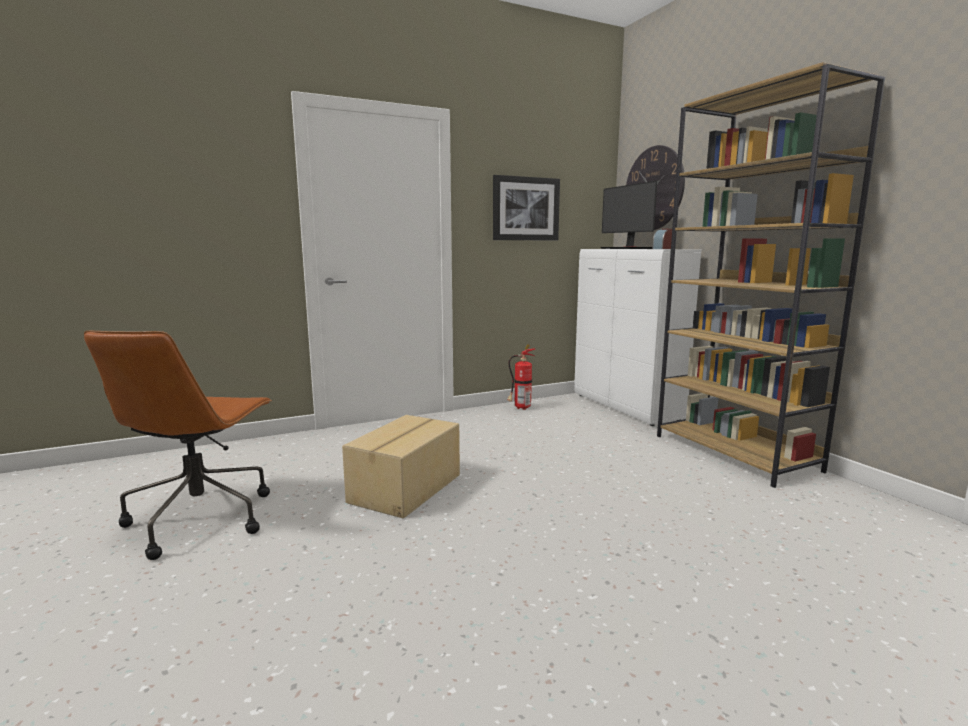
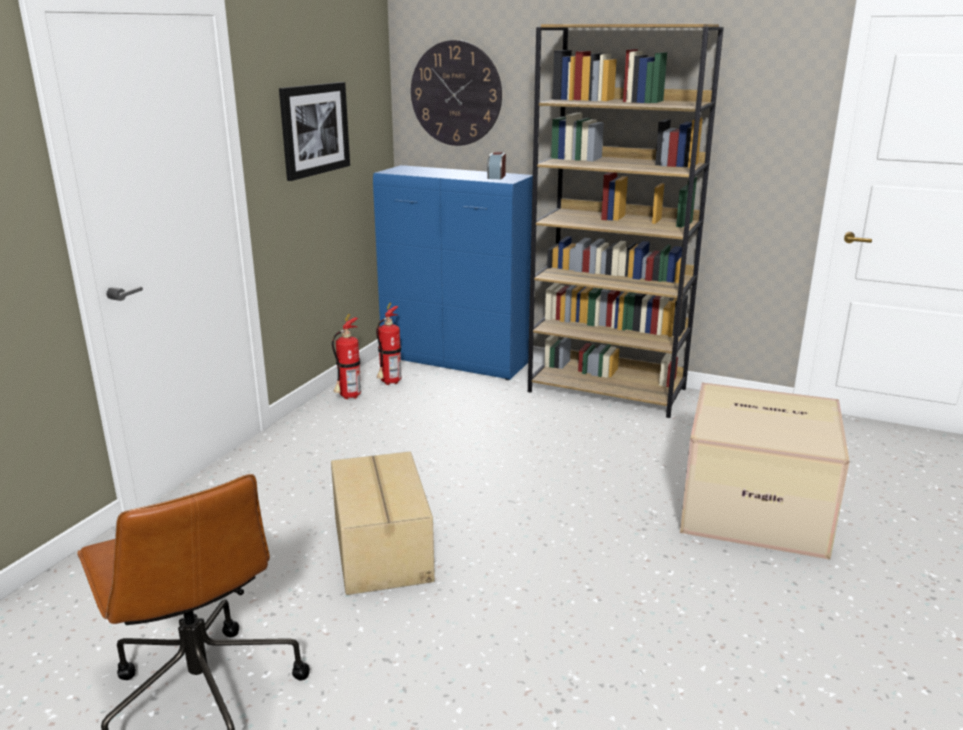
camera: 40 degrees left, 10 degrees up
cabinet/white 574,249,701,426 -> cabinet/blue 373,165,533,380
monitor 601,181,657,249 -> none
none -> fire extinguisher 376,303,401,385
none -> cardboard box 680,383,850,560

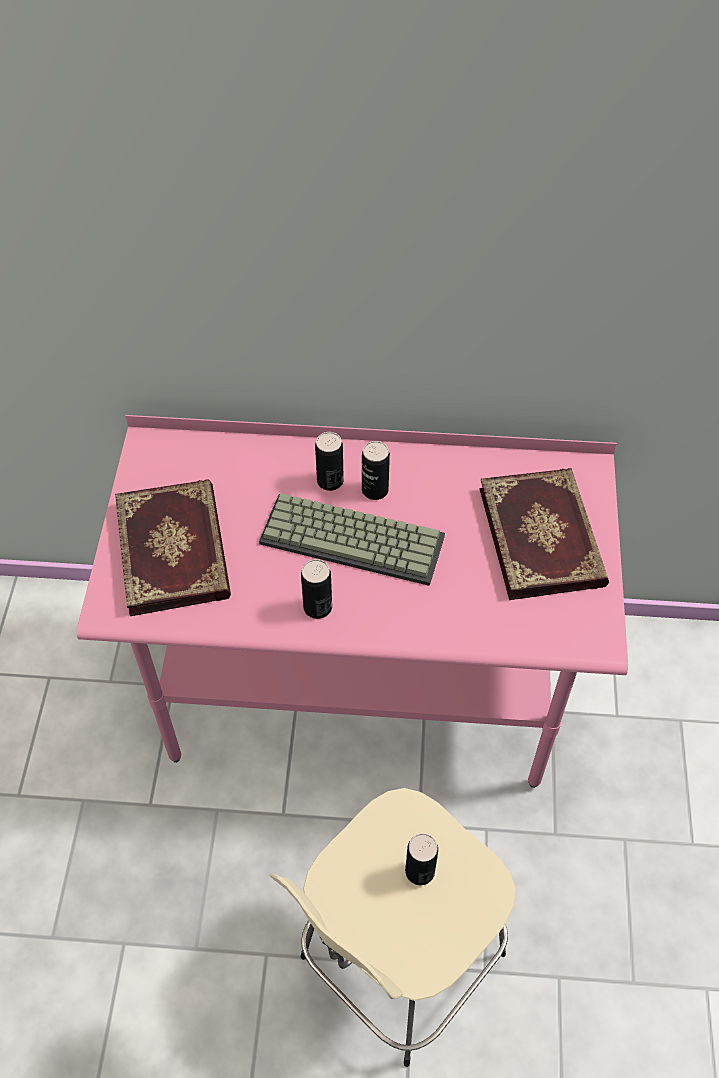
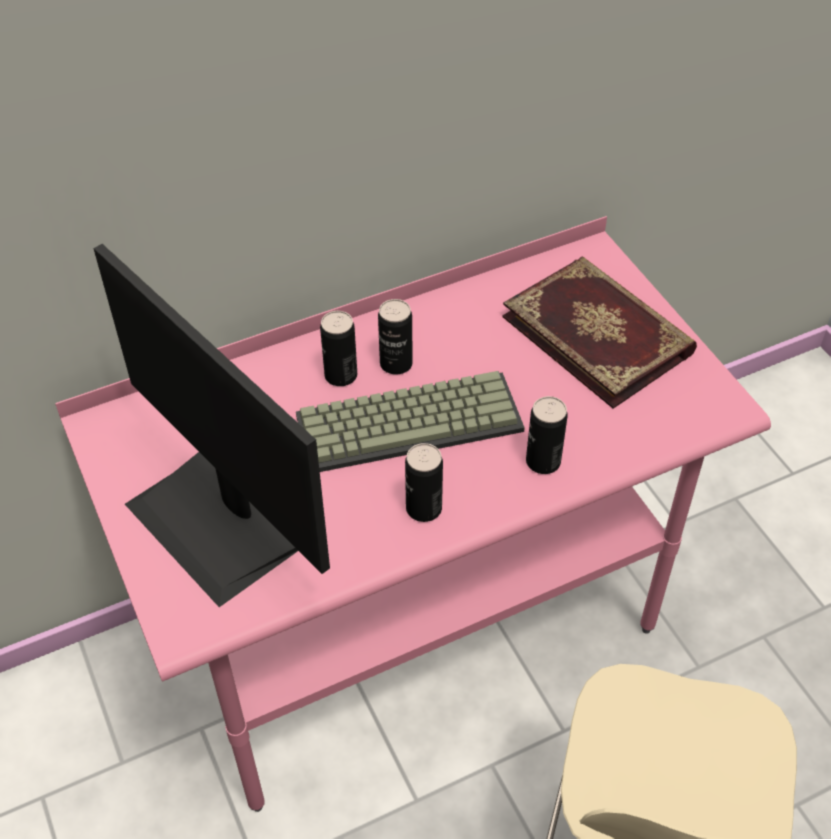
camera: 30 degrees left, 5 degrees down
book 115,479,231,616 -> monitor 93,244,330,607
can 405,833,438,885 -> can 526,396,568,474, shifted

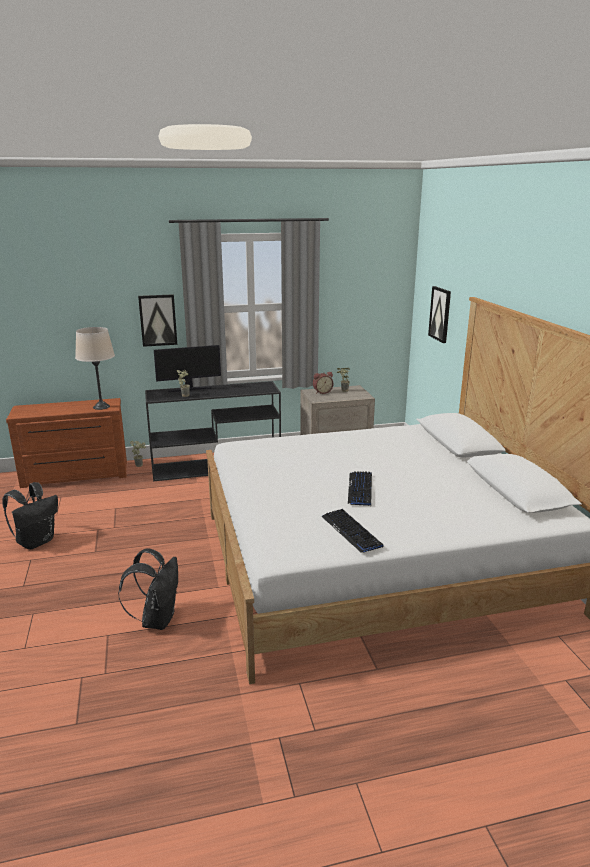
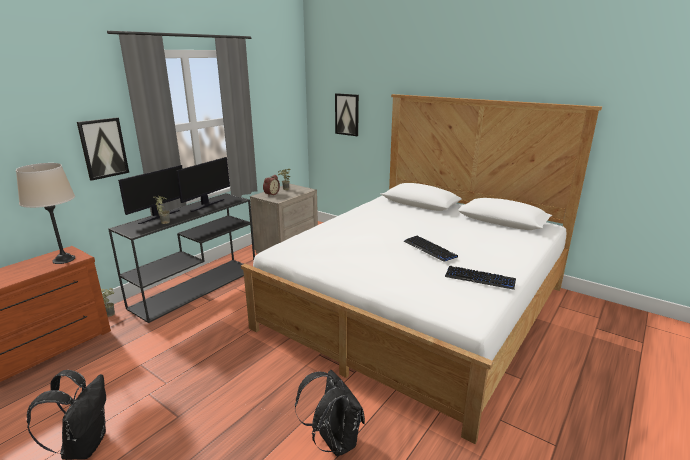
camera: 40 degrees left, 0 degrees up
none -> monitor 176,157,230,212

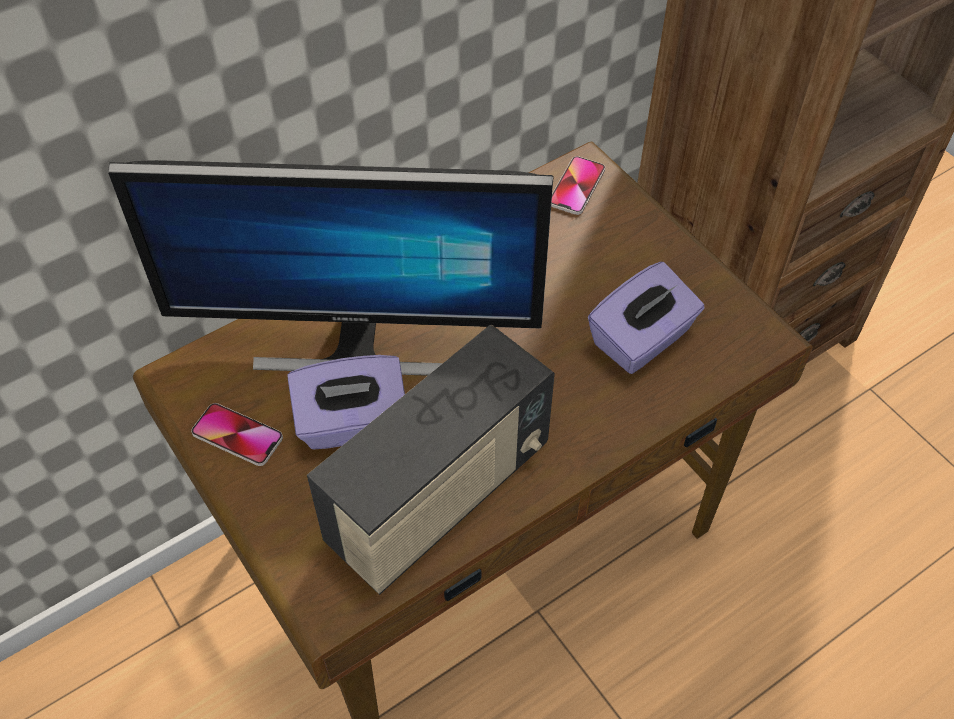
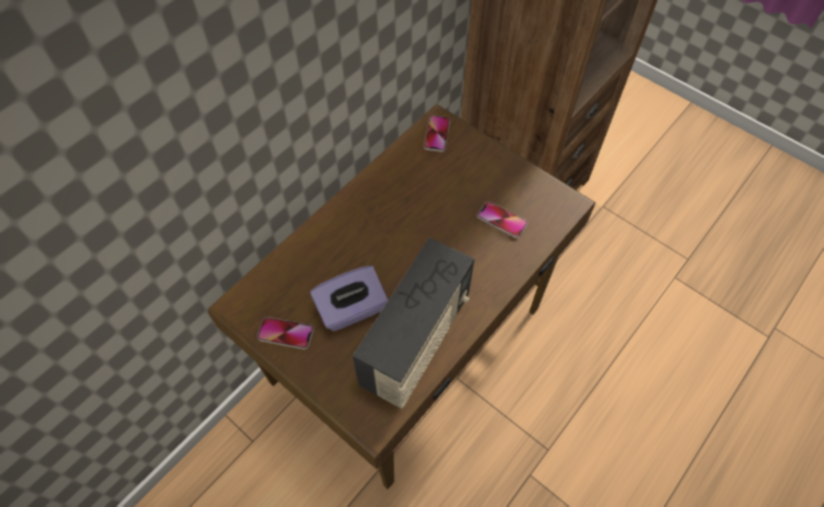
camera: 15 degrees left, 5 degrees up
monitor 108,160,553,376 -> none
tissue box/purple 588,262,705,374 -> phone 477,201,528,238

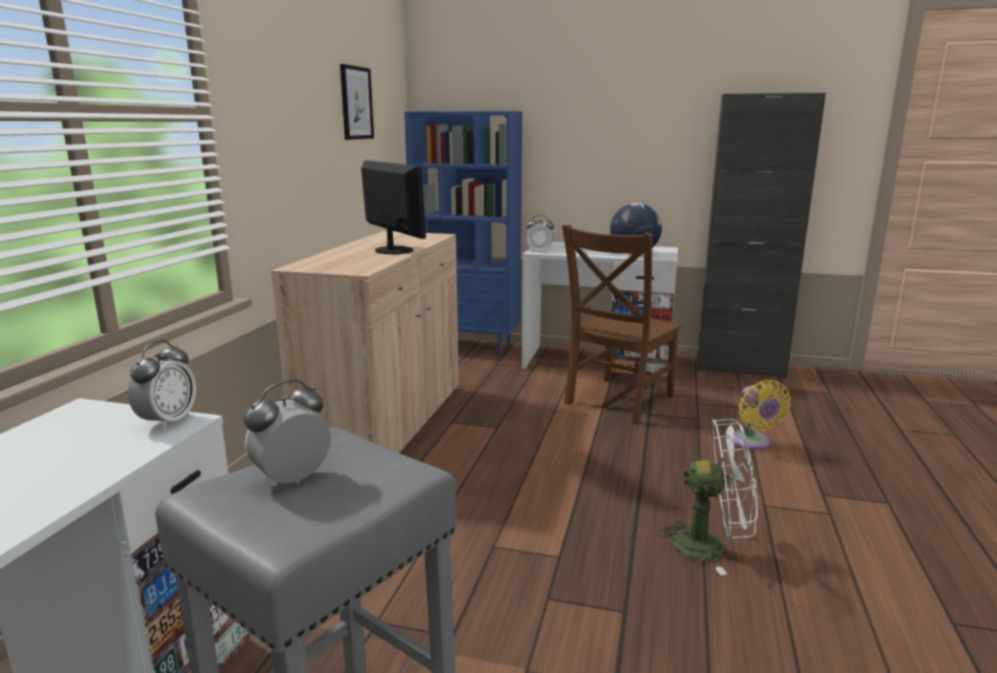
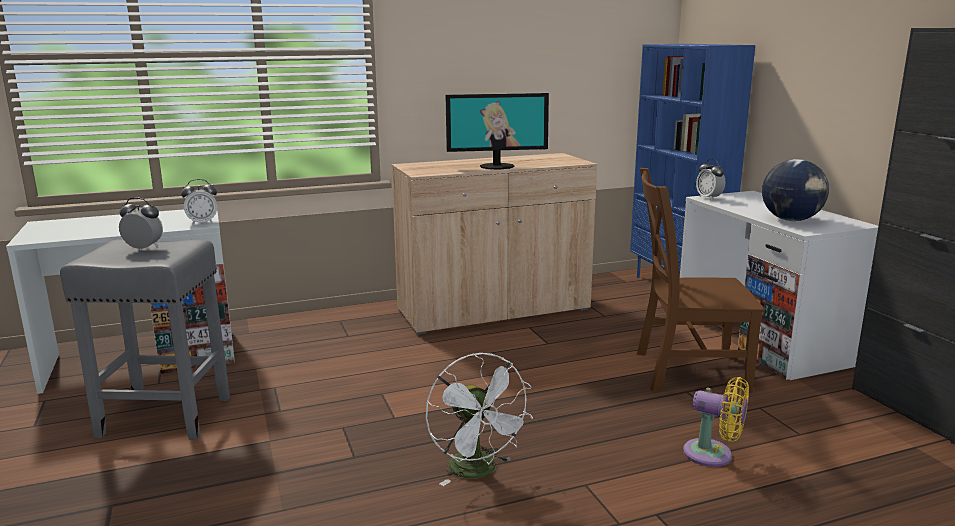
camera: 55 degrees right, 0 degrees up
picture 340,64,374,140 -> none
monitor 361,160,426,254 -> monitor 445,93,549,169, 60 degrees clockwise
fan/yellow 734,380,791,450 -> fan/yellow 683,377,749,467, 105 degrees counterclockwise

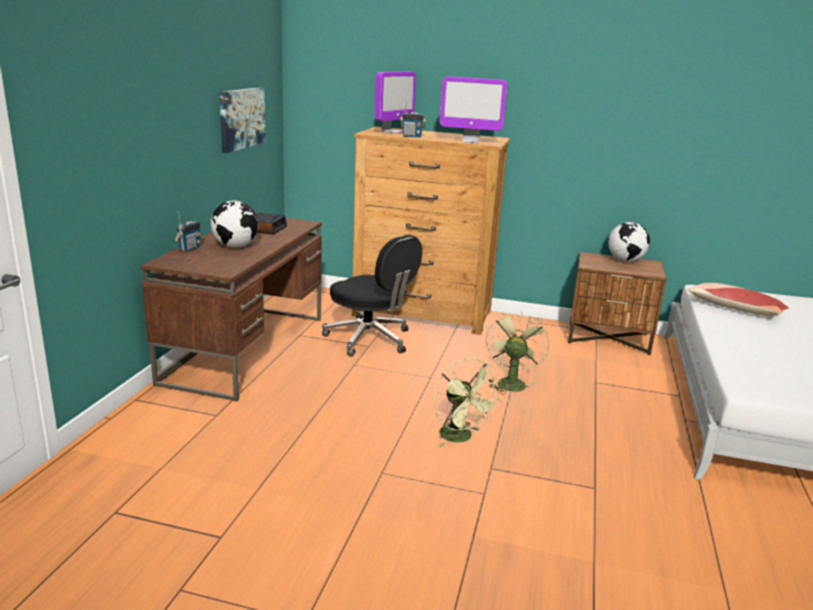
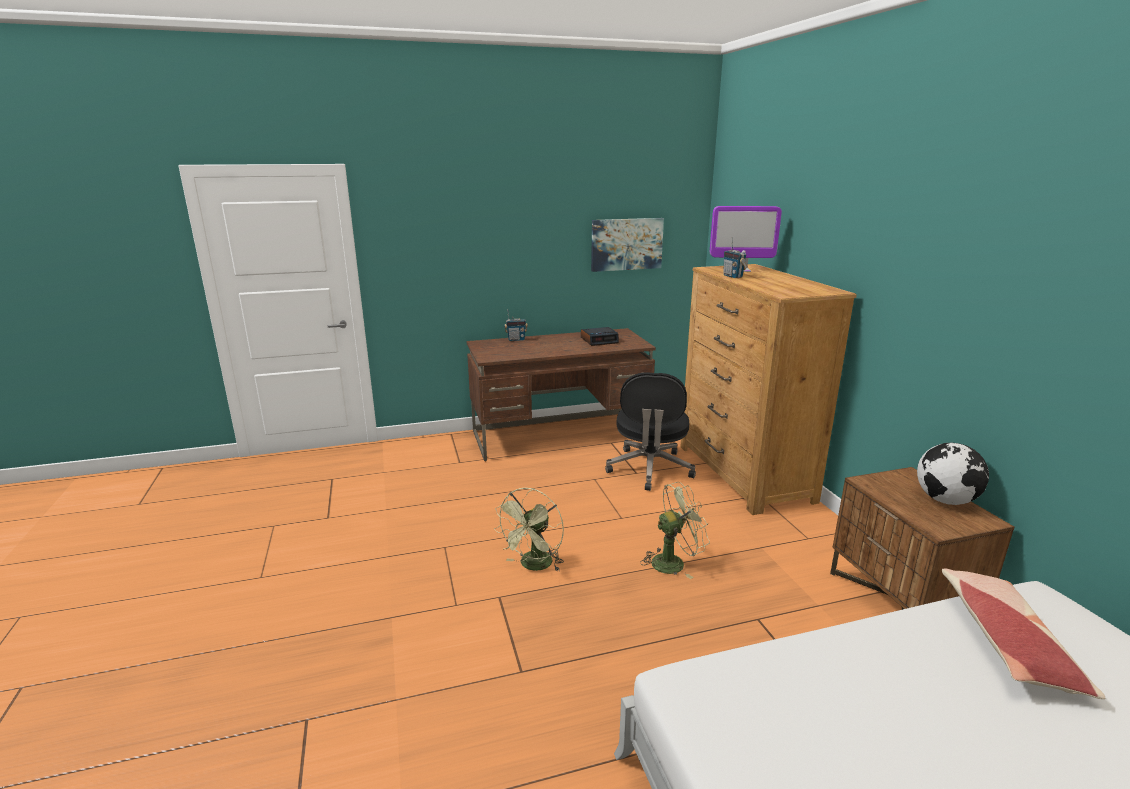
camera: 60 degrees right, 0 degrees up
globe 211,200,259,248 -> none
monitor 440,76,508,143 -> none

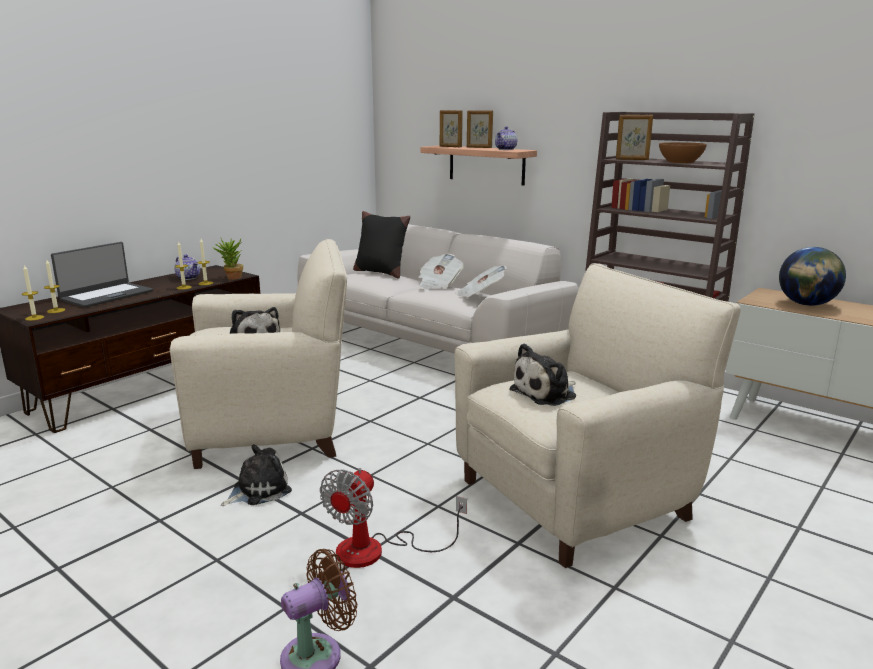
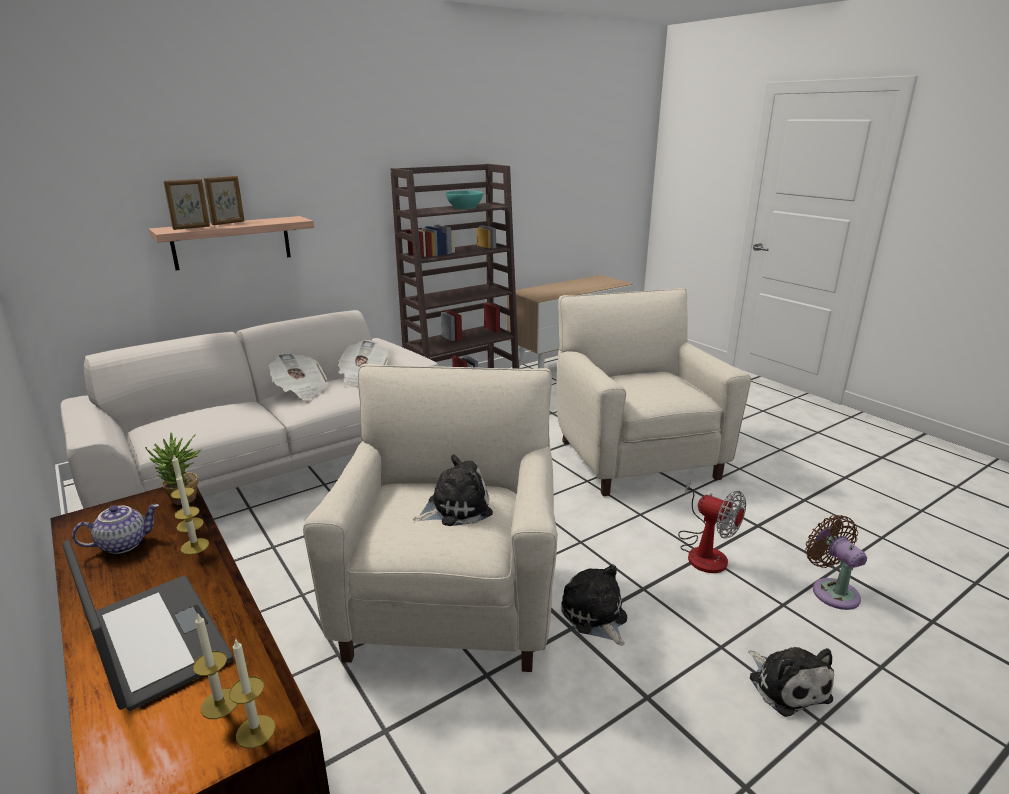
camera: 75 degrees left, 5 degrees up
pillow/black 353,211,410,279 -> none
teapot 495,127,517,150 -> none
plush toy 509,343,576,406 -> plush toy 748,647,834,717, shifted
picture frame 616,115,653,160 -> none
bowl/brown 659,142,707,163 -> bowl/turquoise 446,191,483,209
globe 779,247,846,306 -> none

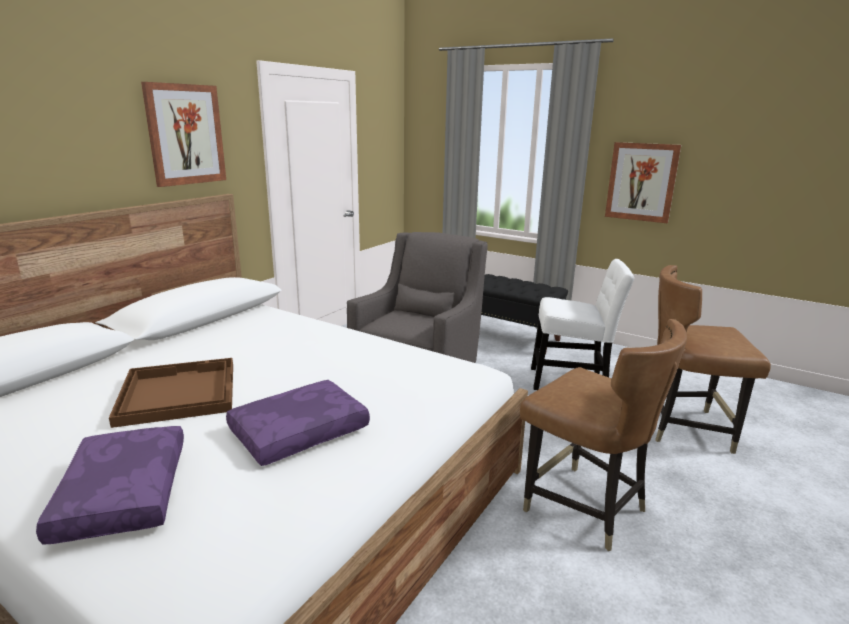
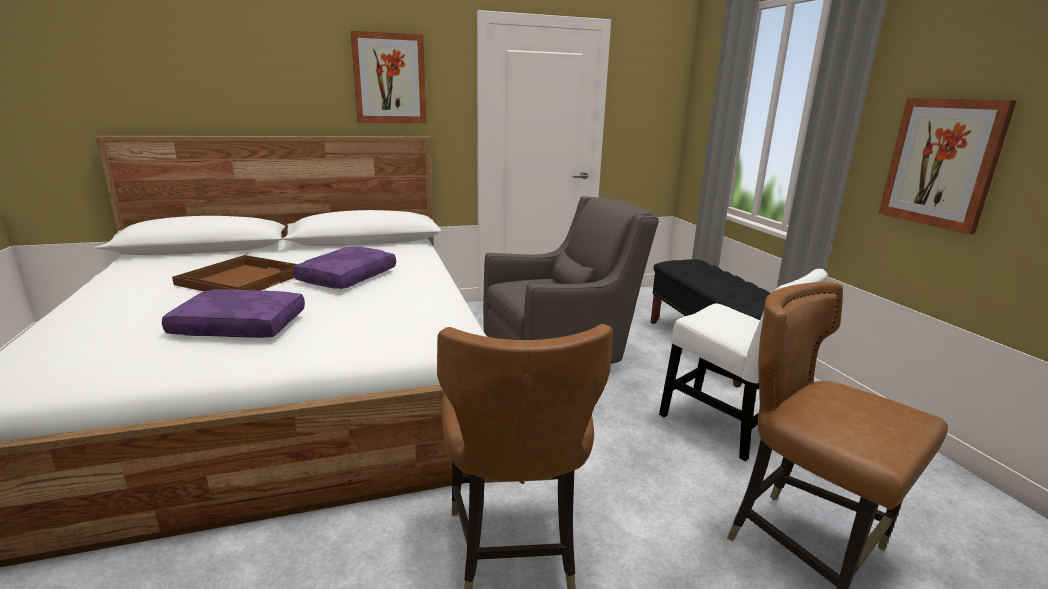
camera: 40 degrees right, 0 degrees up
pillow/purple 36,426,184,545 -> pillow/purple 293,247,396,289, shifted

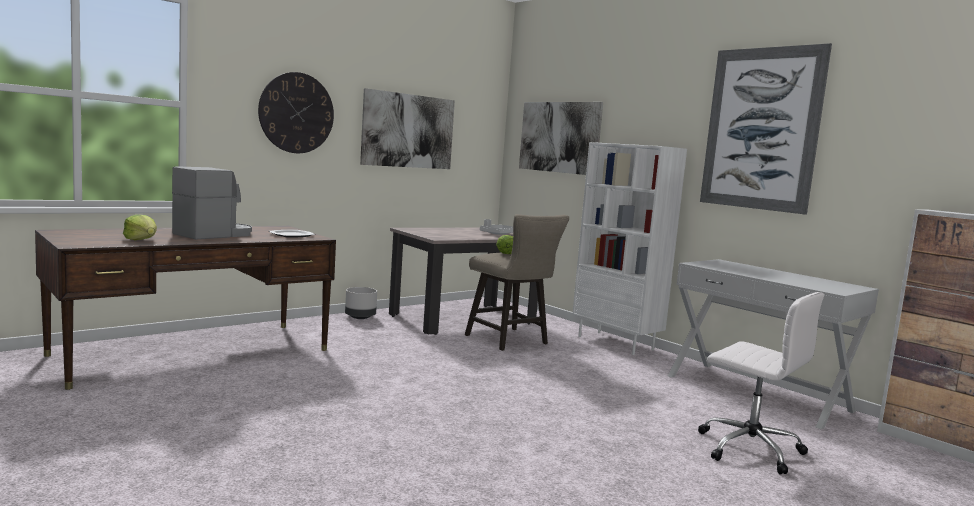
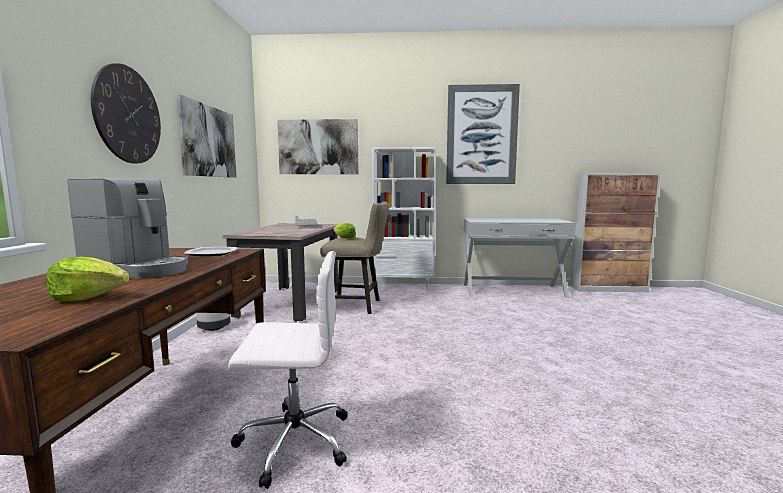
camera: 45 degrees left, 0 degrees up
coffee machine 172,166,252,239 -> coffee machine 67,178,188,279, 120 degrees clockwise
office chair/white 698,292,824,475 -> office chair/white 228,251,348,489, shifted

